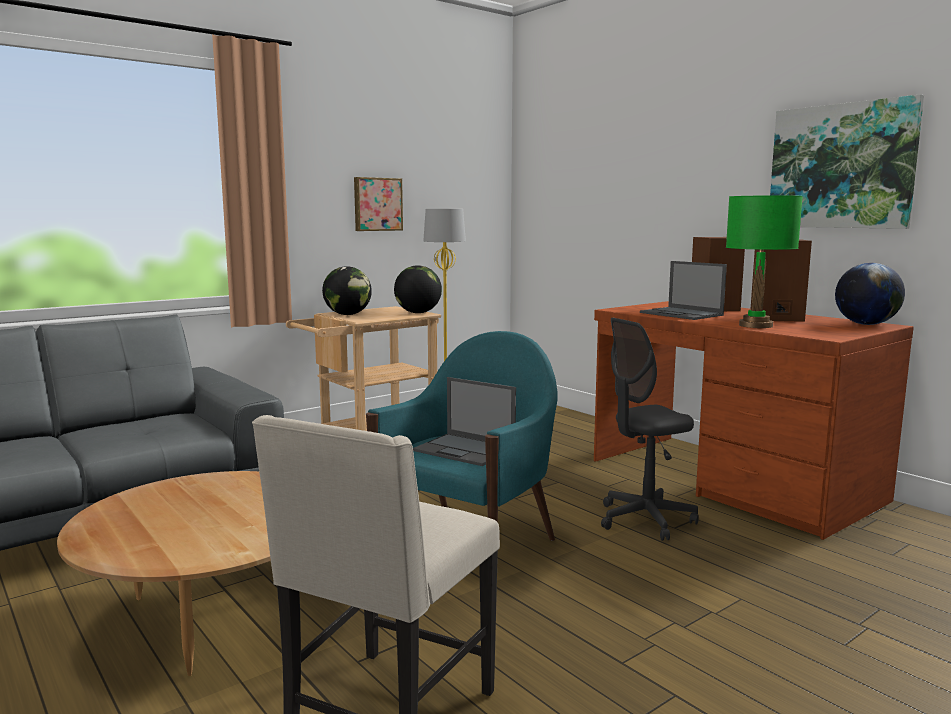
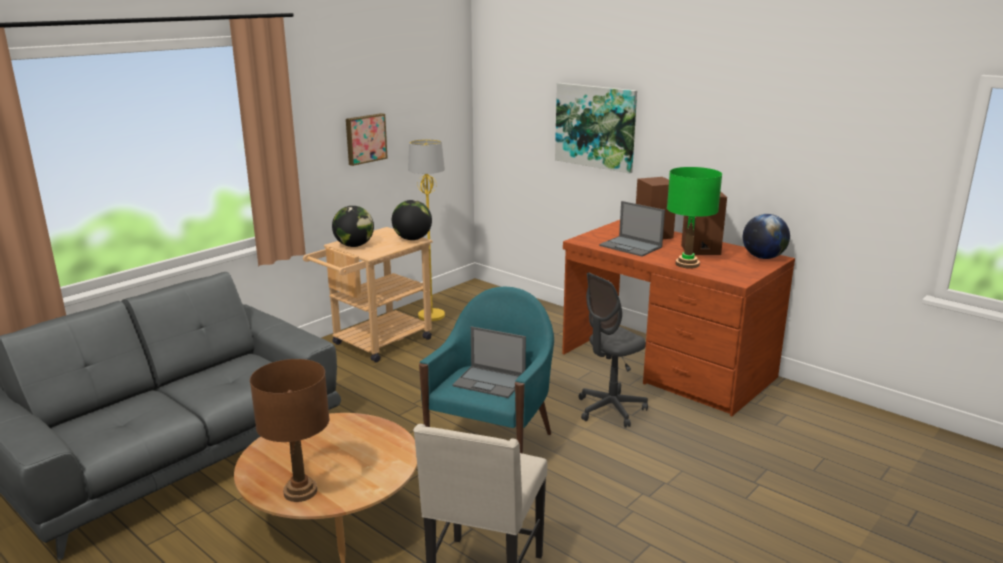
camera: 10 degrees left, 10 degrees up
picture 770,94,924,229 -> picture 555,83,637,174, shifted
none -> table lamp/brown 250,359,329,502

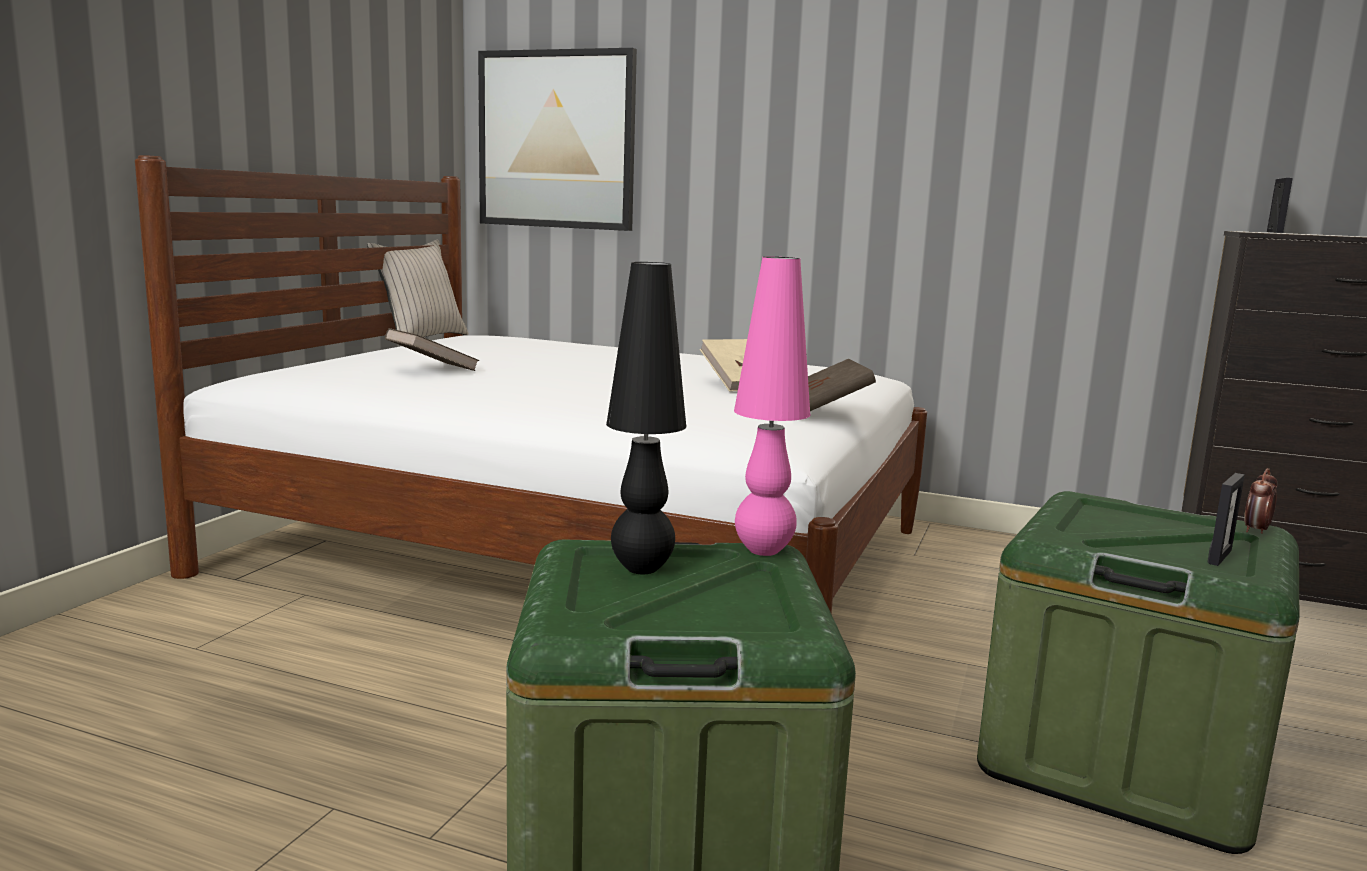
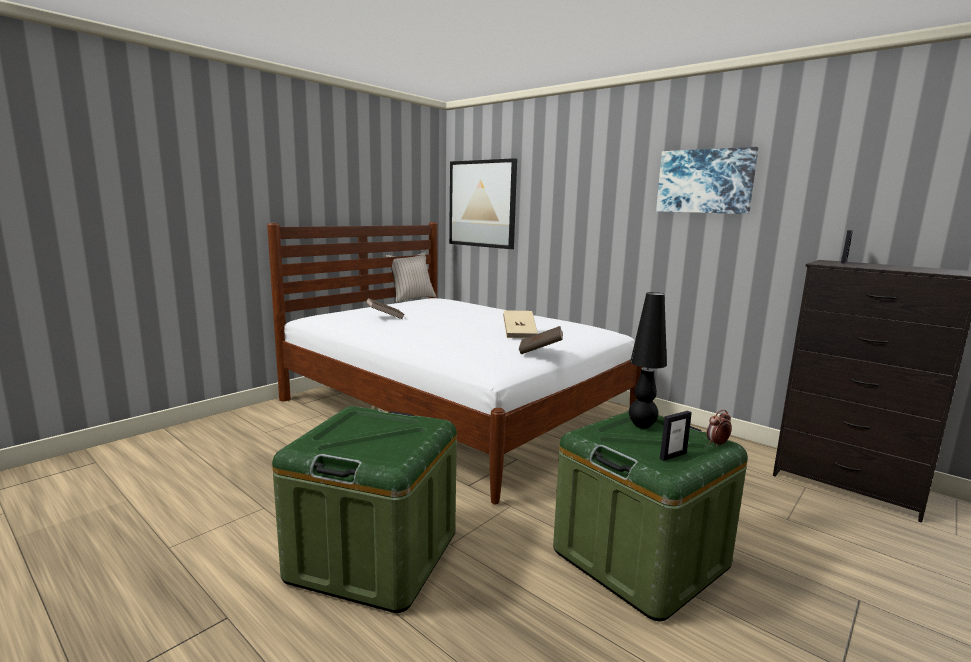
camera: 20 degrees right, 0 degrees up
table lamp/black 606,262,686,574 -> table lamp/black 629,292,667,429, shifted
table lamp/pink 734,257,811,556 -> none
none -> picture 656,147,758,214

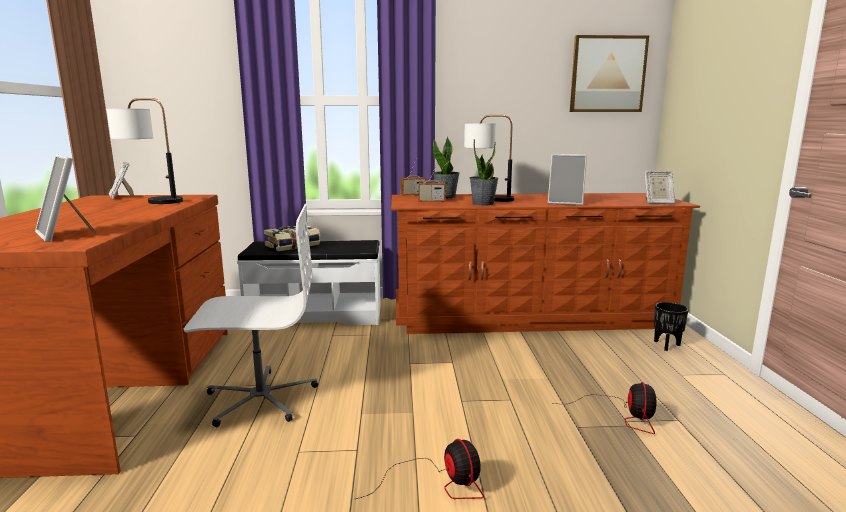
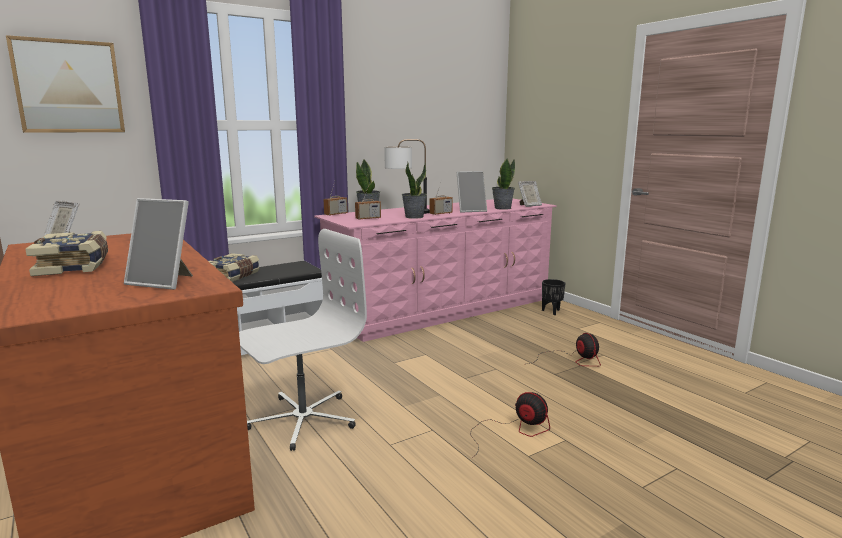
camera: 30 degrees left, 0 degrees up
table lamp 107,98,183,204 -> none
dresser/brown 391,193,700,334 -> dresser/pink 314,199,557,342
picture 570,35,649,112 -> picture 6,35,125,133, shifted
none -> book 25,231,108,276
none -> radio 429,179,453,215
none -> potted plant 492,158,515,210

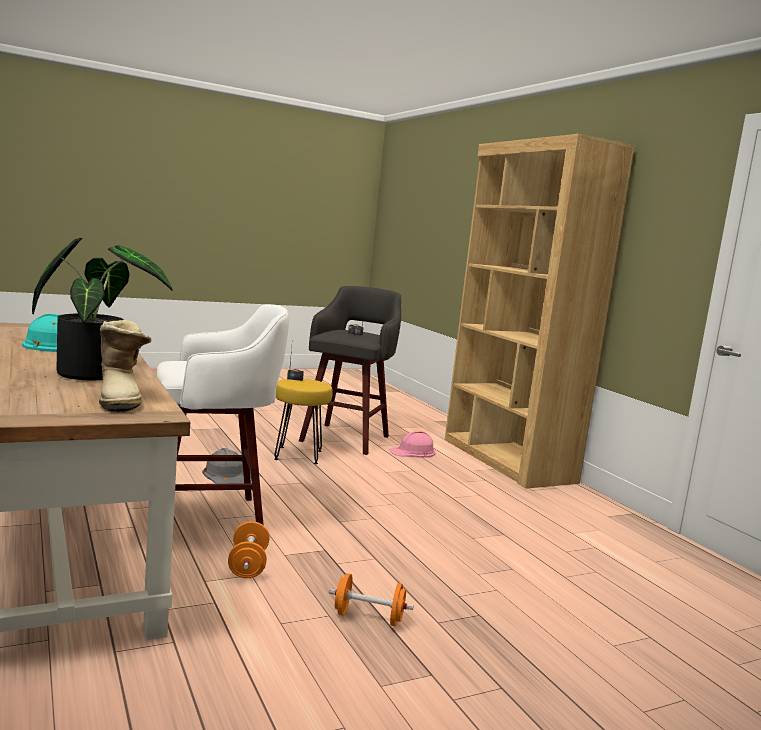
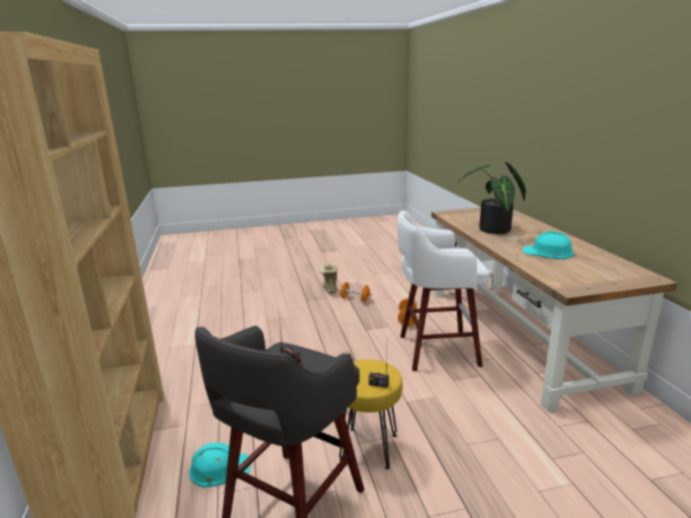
camera: 165 degrees left, 10 degrees up
boot 99,320,152,412 -> boot 319,263,337,293, shifted
hard hat/grey 202,448,244,484 -> none
hard hat/pink 389,431,435,458 -> hard hat/turquoise 189,443,251,488

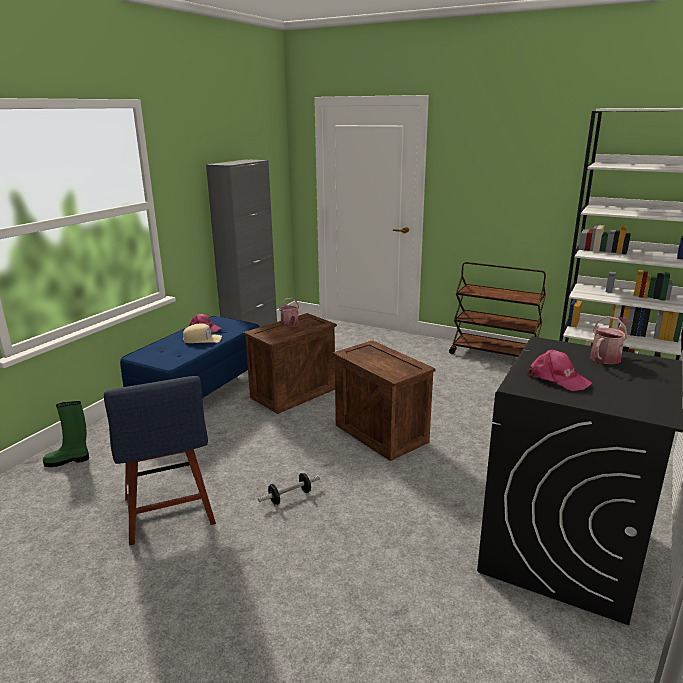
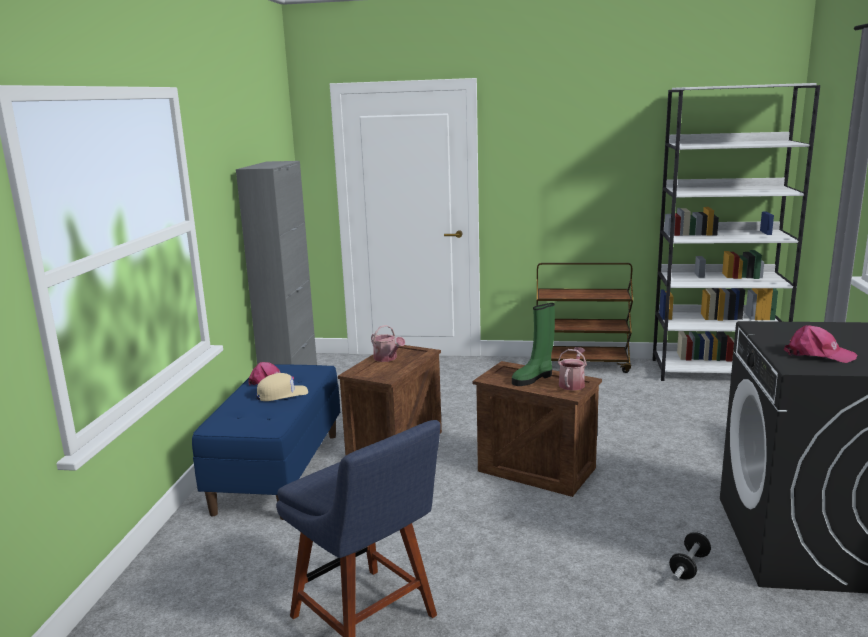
camera: 20 degrees left, 5 degrees down
boot/green 43,401,89,467 -> boot/green 512,303,555,386, shifted
dumbbell 258,473,320,505 -> dumbbell 669,532,711,581, shifted
watering can 590,316,631,364 -> watering can 558,347,587,391, shifted

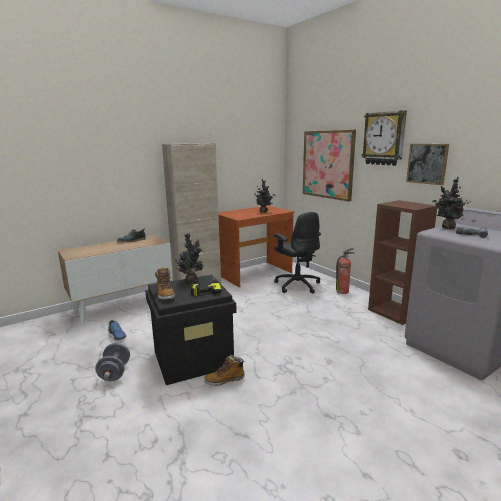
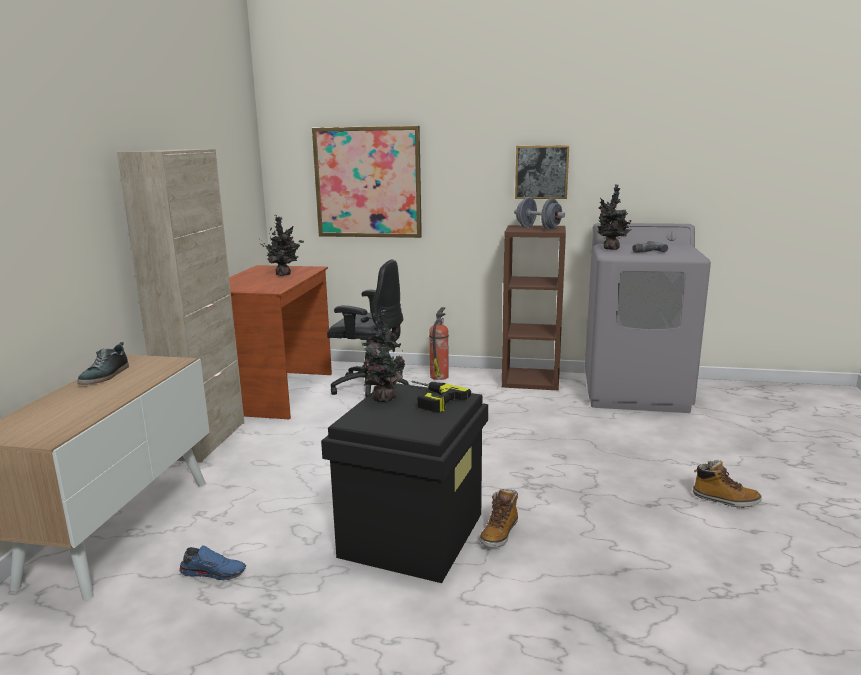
camera: 45 degrees left, 0 degrees up
dumbbell/grey 95,343,130,381 -> dumbbell/grey 514,197,565,230, shifted
boot 155,267,175,300 -> boot 693,460,762,508, shifted
wall clock 361,110,407,166 -> none

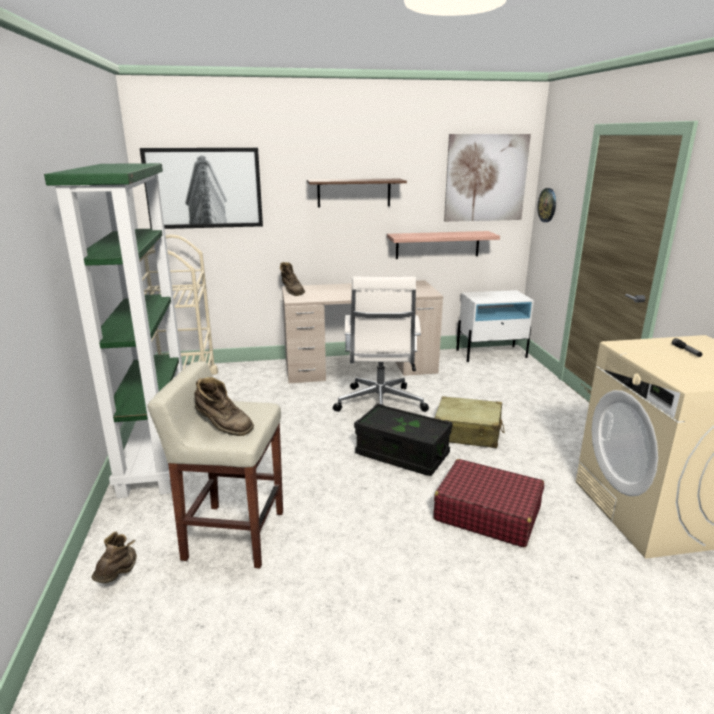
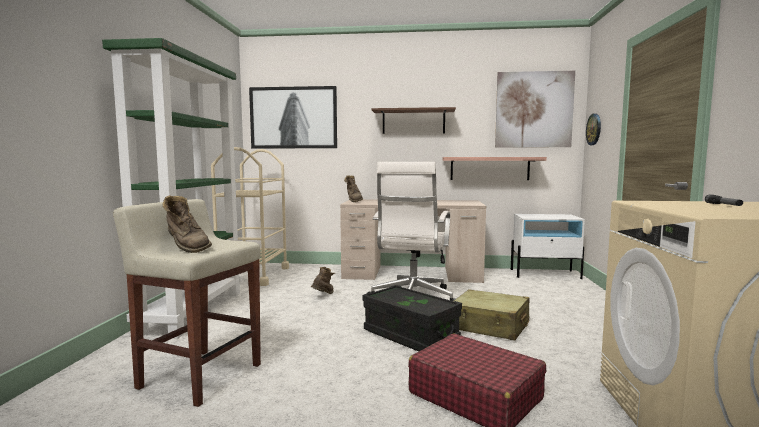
camera: 15 degrees right, 15 degrees down
boot/brown 91,531,137,583 -> boot/brown 311,267,335,294, shifted

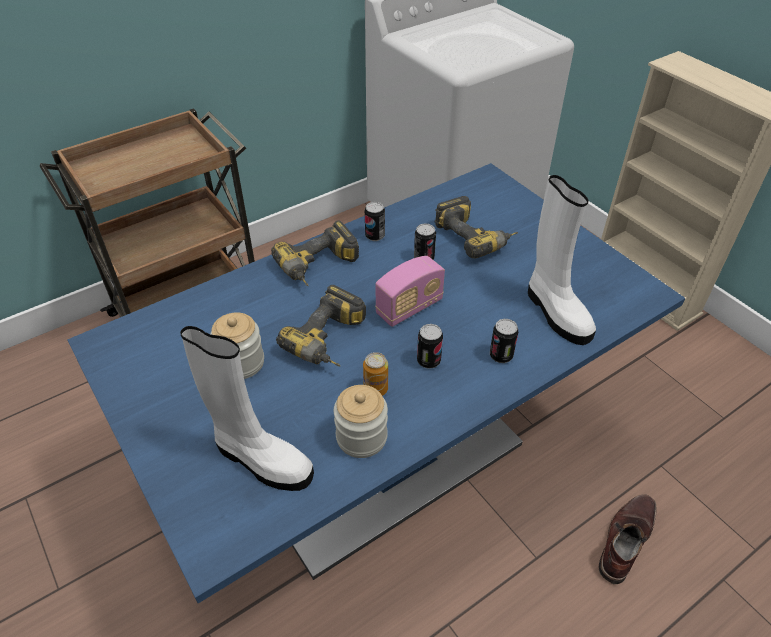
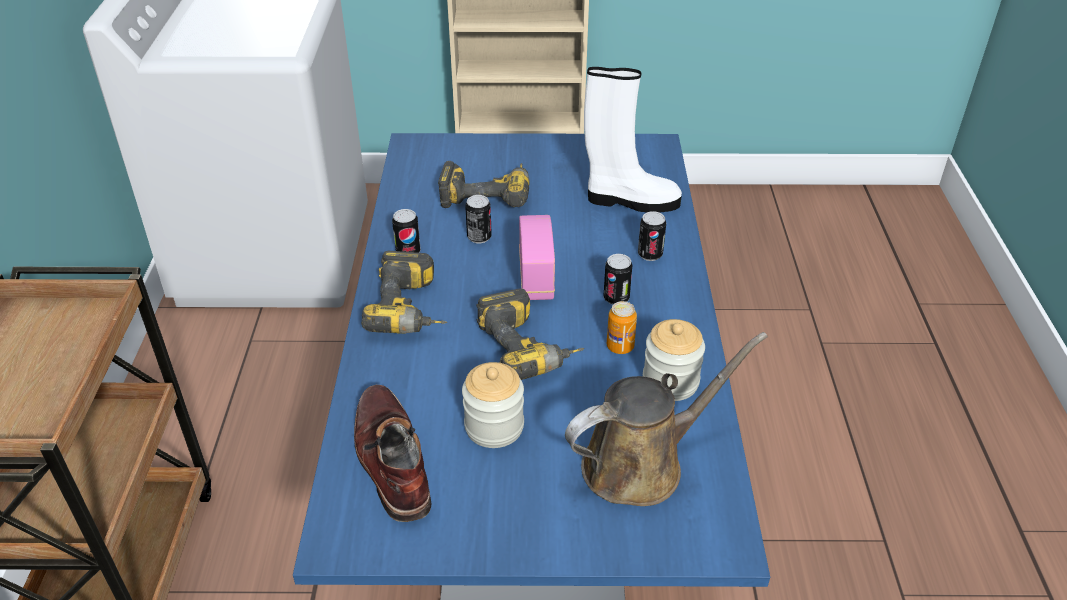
camera: 55 degrees left, 5 degrees down
boot/white 180,326,314,491 -> watering can/brown 565,332,768,506
boot/brown 599,494,657,584 -> boot/brown 354,385,431,522, shifted

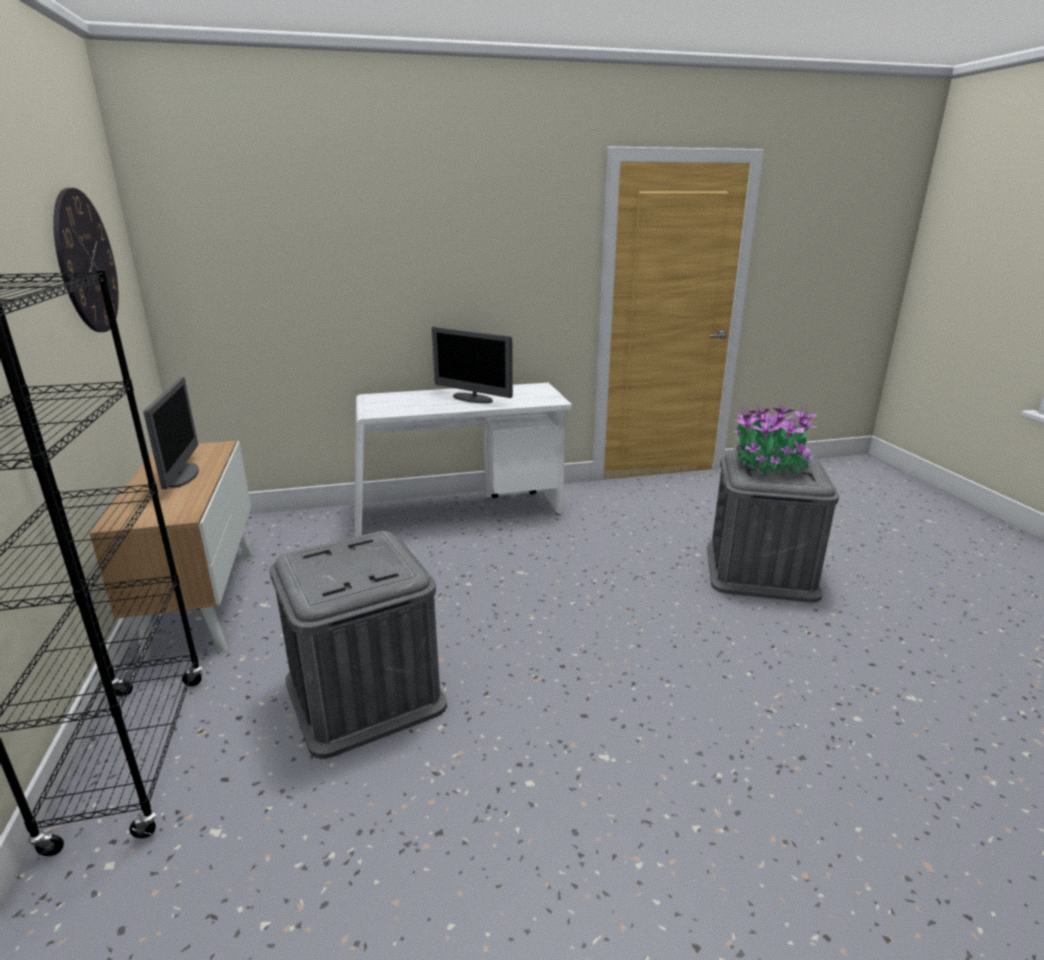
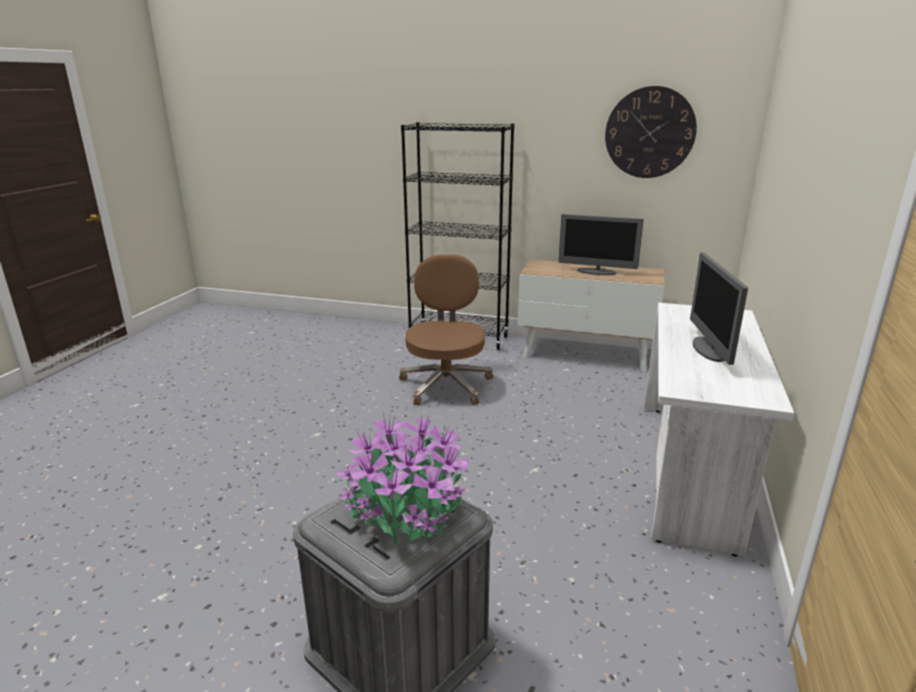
camera: 120 degrees right, 0 degrees up
storage box/grey 270,531,447,759 -> office chair/brown 399,254,493,405
monitor 432,327,513,403 -> monitor 690,253,748,365, 60 degrees counterclockwise

